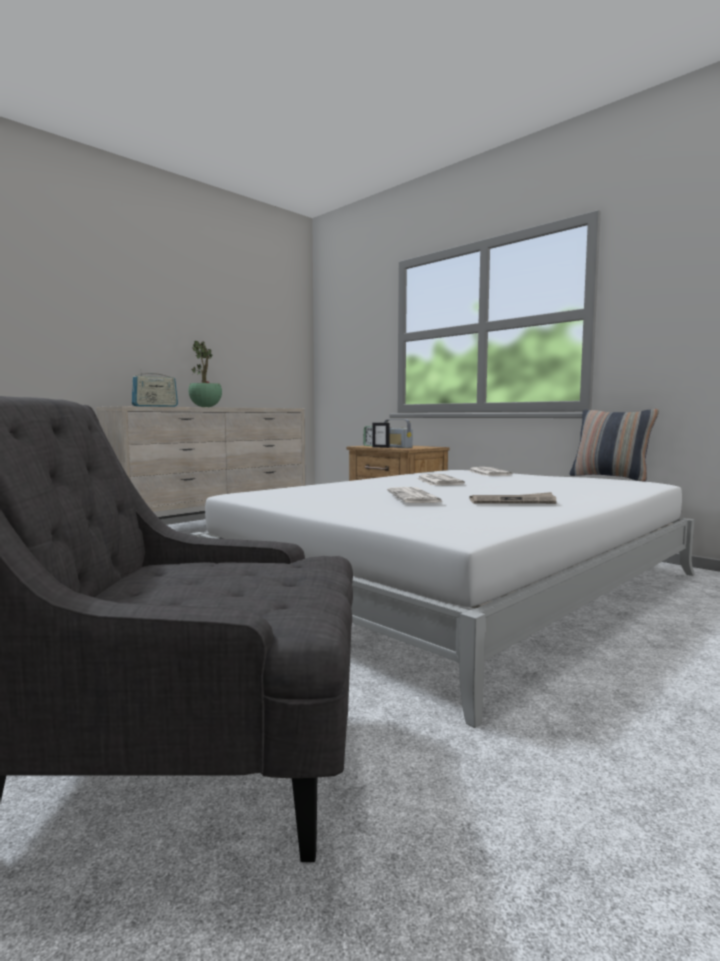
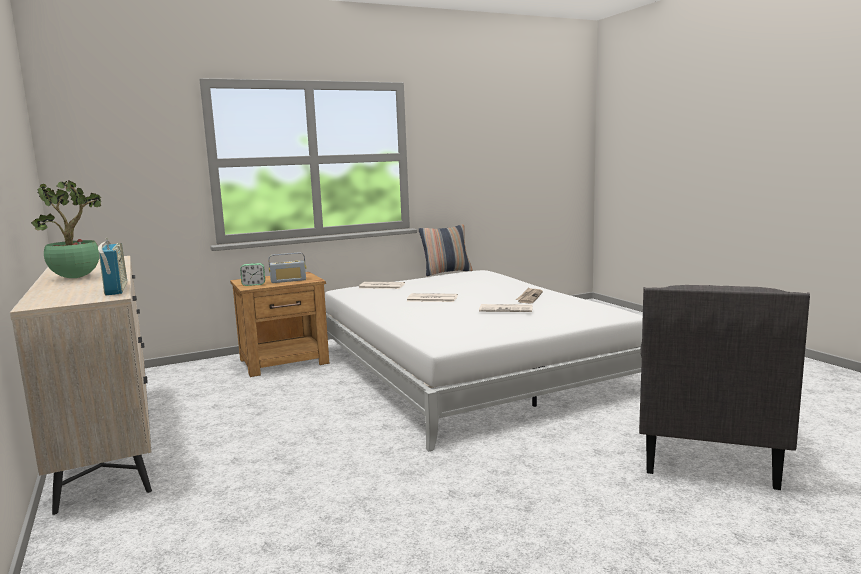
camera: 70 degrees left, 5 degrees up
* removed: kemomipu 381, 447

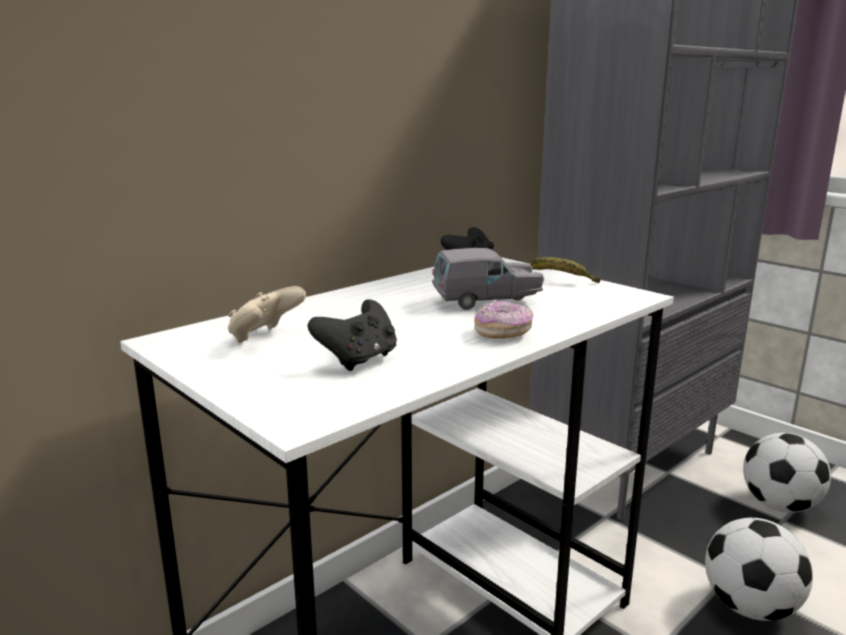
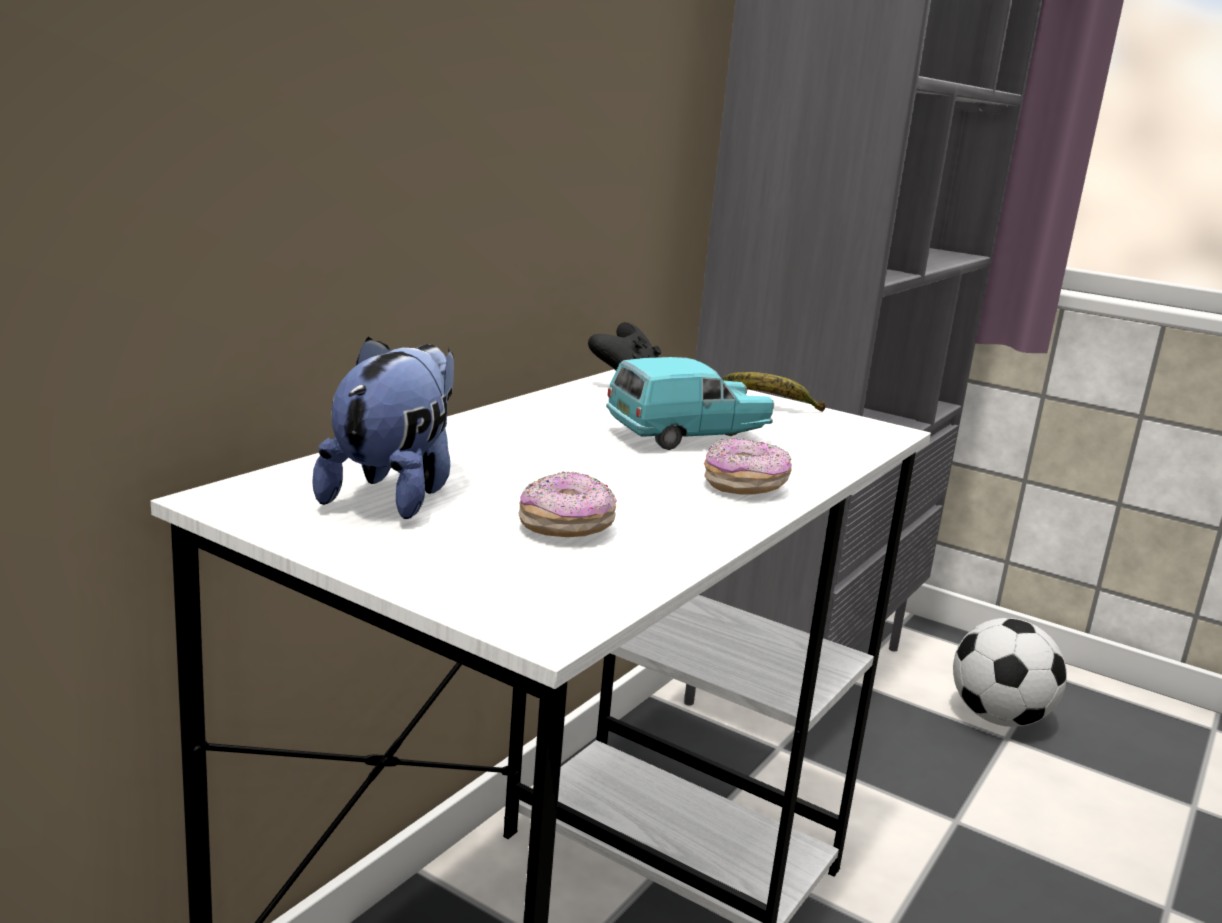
camera: 15 degrees left, 0 degrees up
* replaced: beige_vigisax 265, 337 to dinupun 395, 494
* replaced: black_vigisax 359, 360 to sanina 566, 528
* recoloured: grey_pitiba 486, 301 to turquoise_pitiba 687, 437
* removed: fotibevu 750, 607

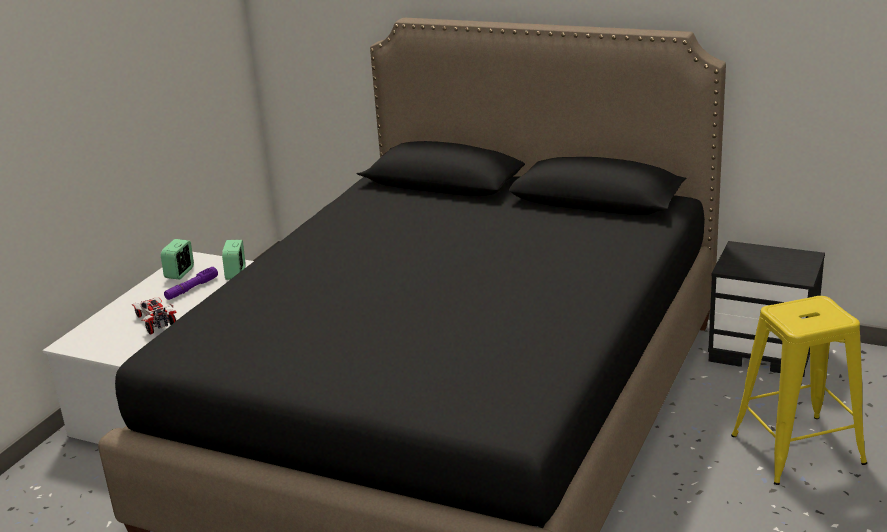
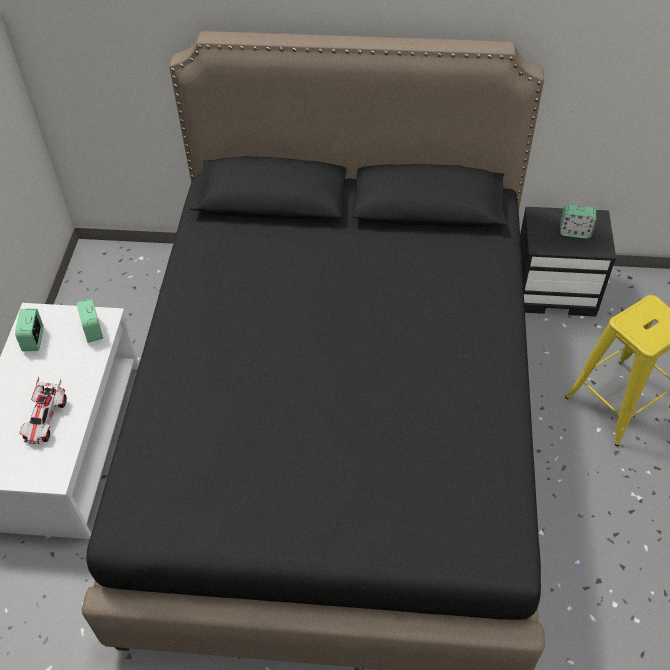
camera: 20 degrees left, 25 degrees up
* turned: pitiba 155, 322 = 46, 419 120 degrees counterclockwise
* added: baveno 575, 232
* removed: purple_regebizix 191, 289

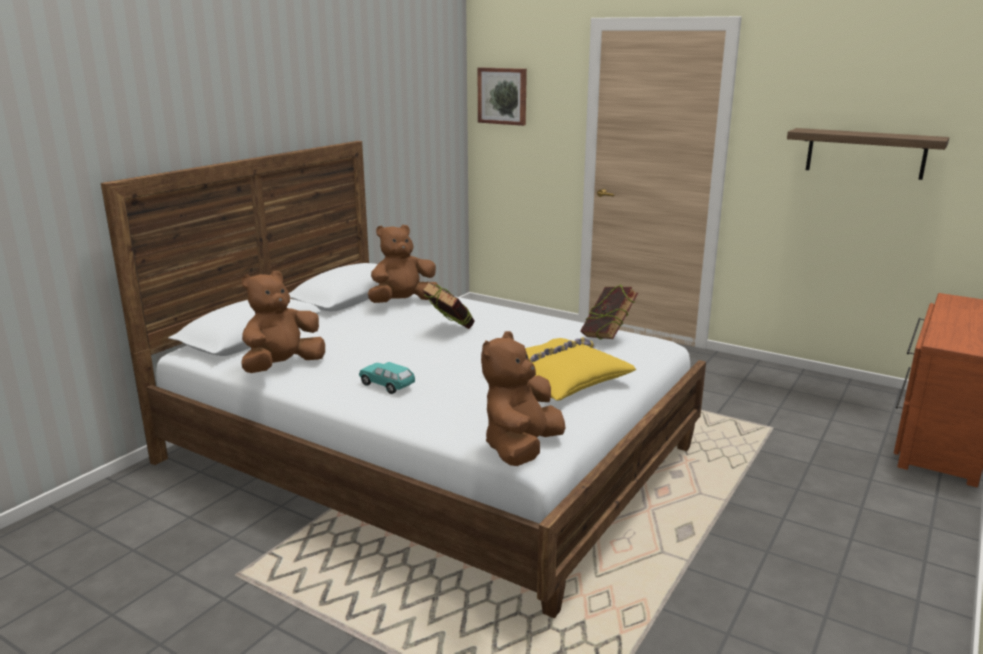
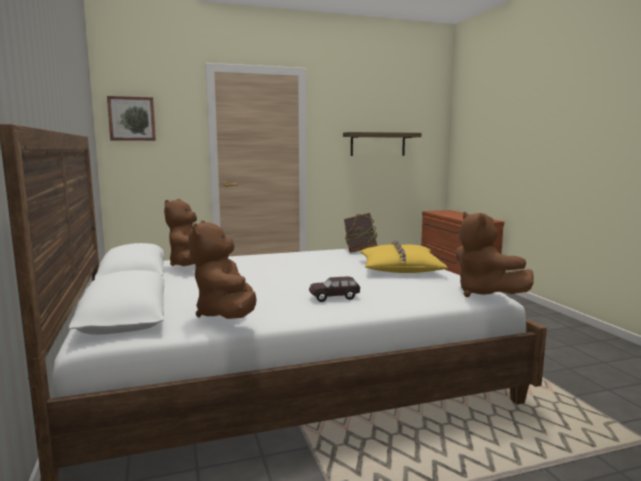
camera: 50 degrees left, 10 degrees down
* recoloured: turquoise_pitiba 387, 385 to brown_pitiba 334, 297
* removed: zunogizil 449, 330

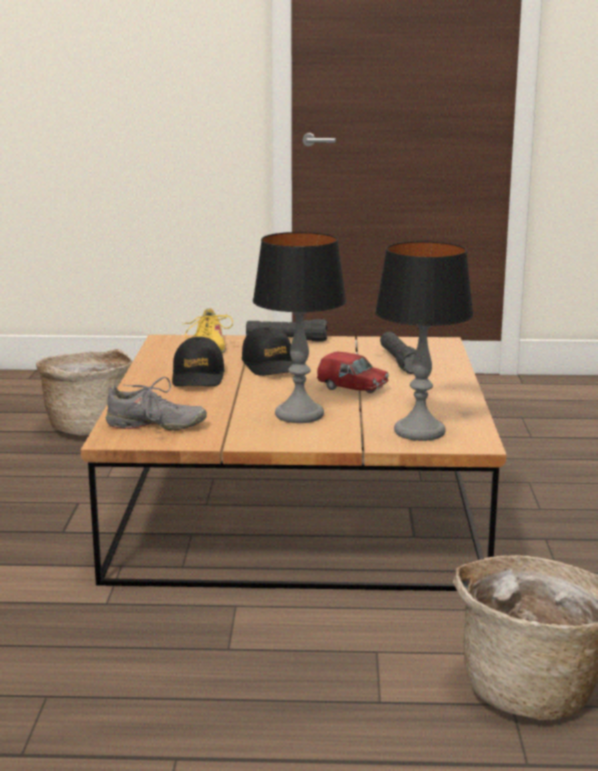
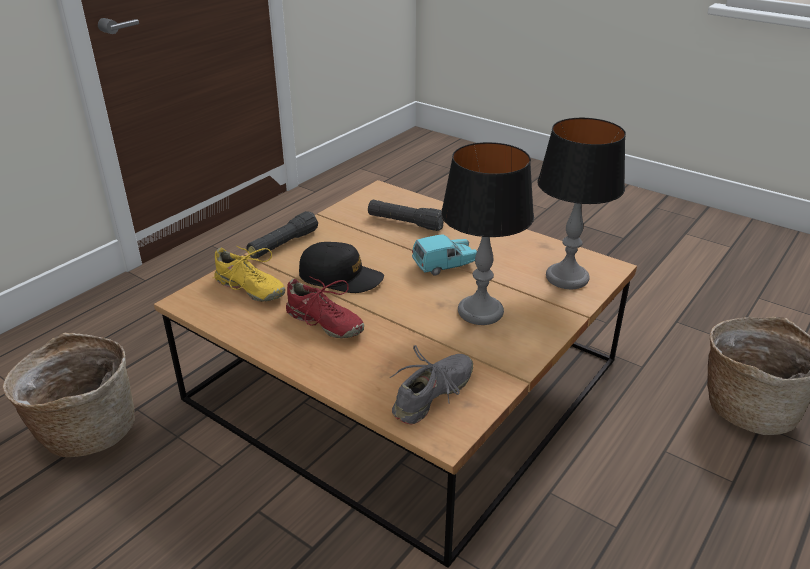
camera: 55 degrees left, 15 degrees up
* replaced: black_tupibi 198, 377 to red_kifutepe 324, 323
* recoloured: red_pitiba 352, 389 to turquoise_pitiba 444, 265

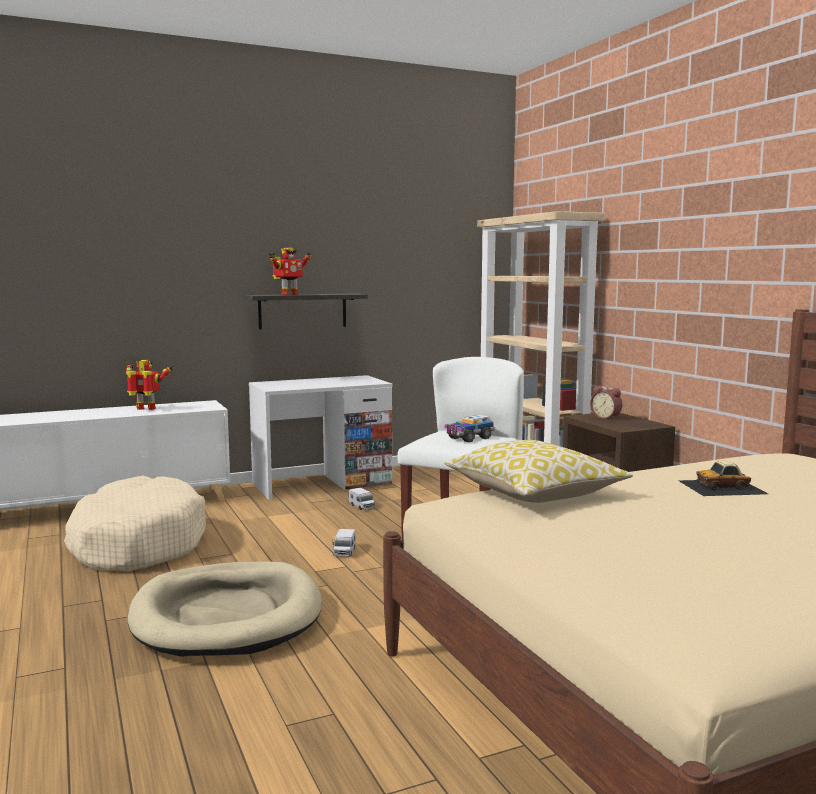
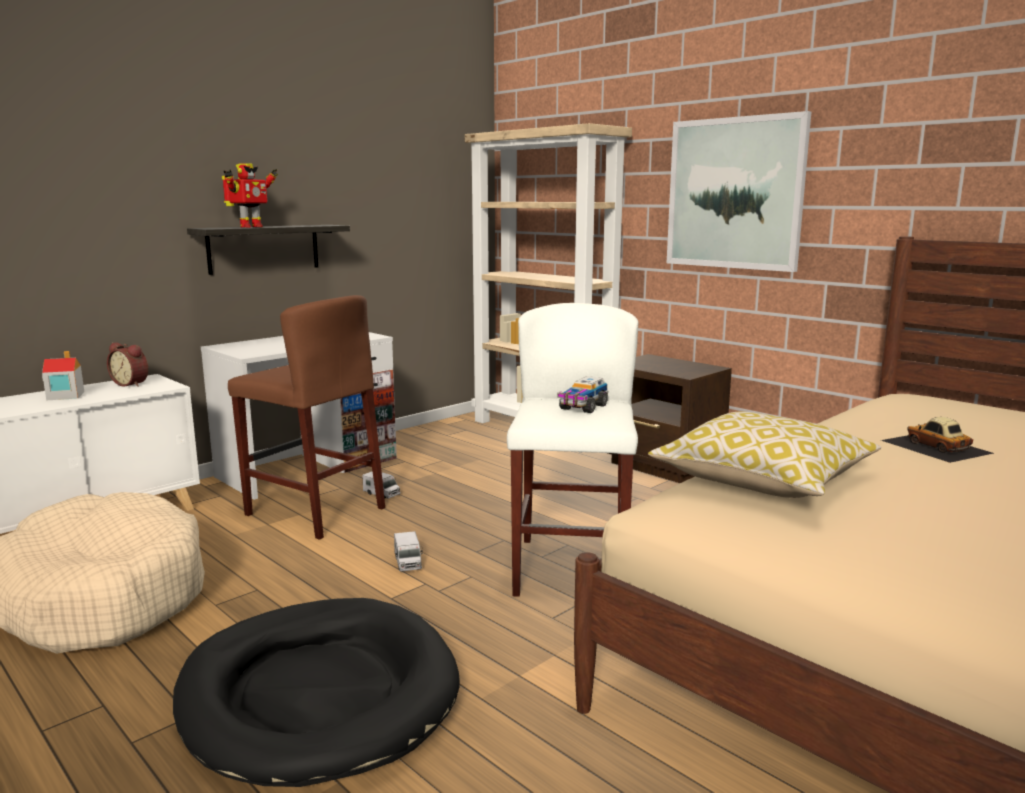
camera: 20 degrees left, 5 degrees up
* replaced: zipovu 146, 409 to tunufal 65, 396
* moved: baveno 606, 418 to 132, 384
* recoloured: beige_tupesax 227, 616 to black_tupesax 319, 694
* added: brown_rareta 315, 511
* added: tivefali 734, 193
* turned: pitiba 722, 487 = 936, 446 90 degrees clockwise

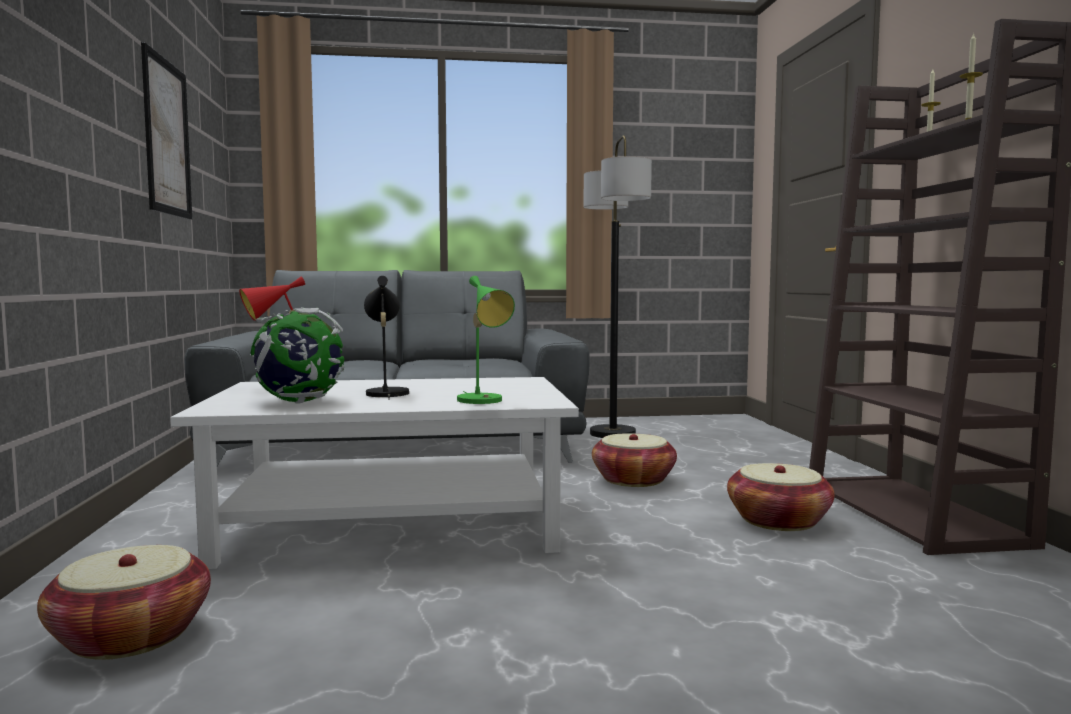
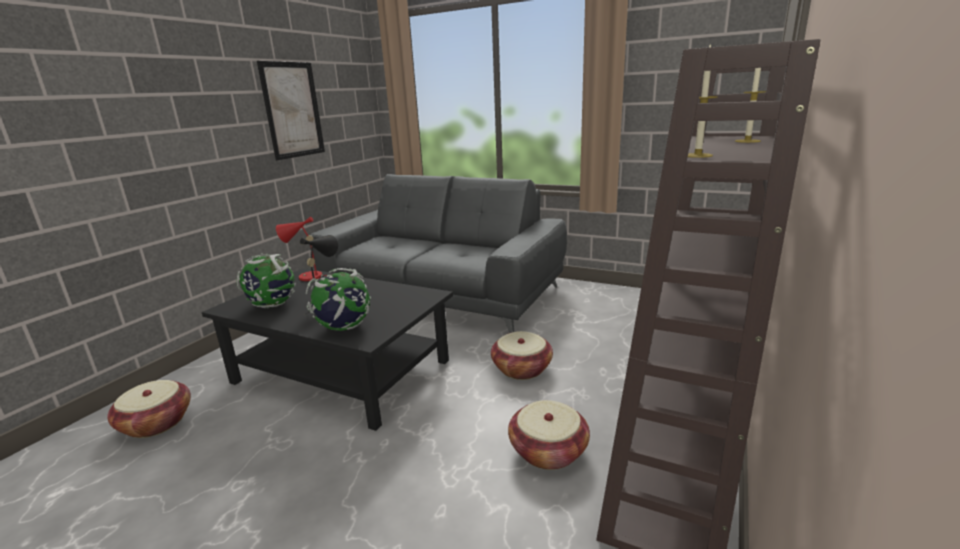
camera: 35 degrees right, 15 degrees up
* recoloured: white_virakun 392, 522 to black_virakun 342, 371
* replaced: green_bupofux 483, 401 to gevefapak 344, 328
* removed: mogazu 612, 434

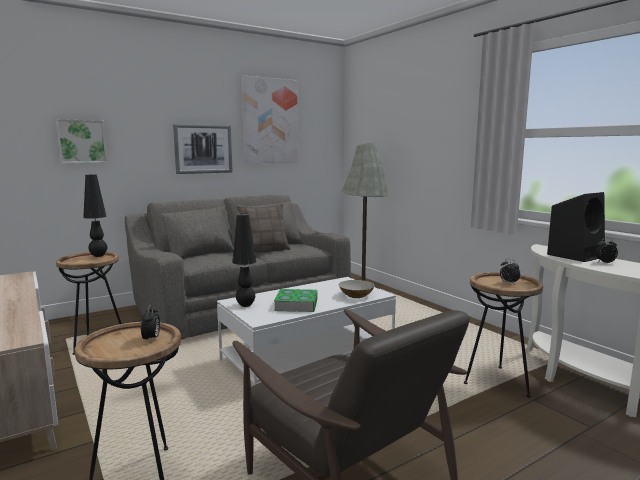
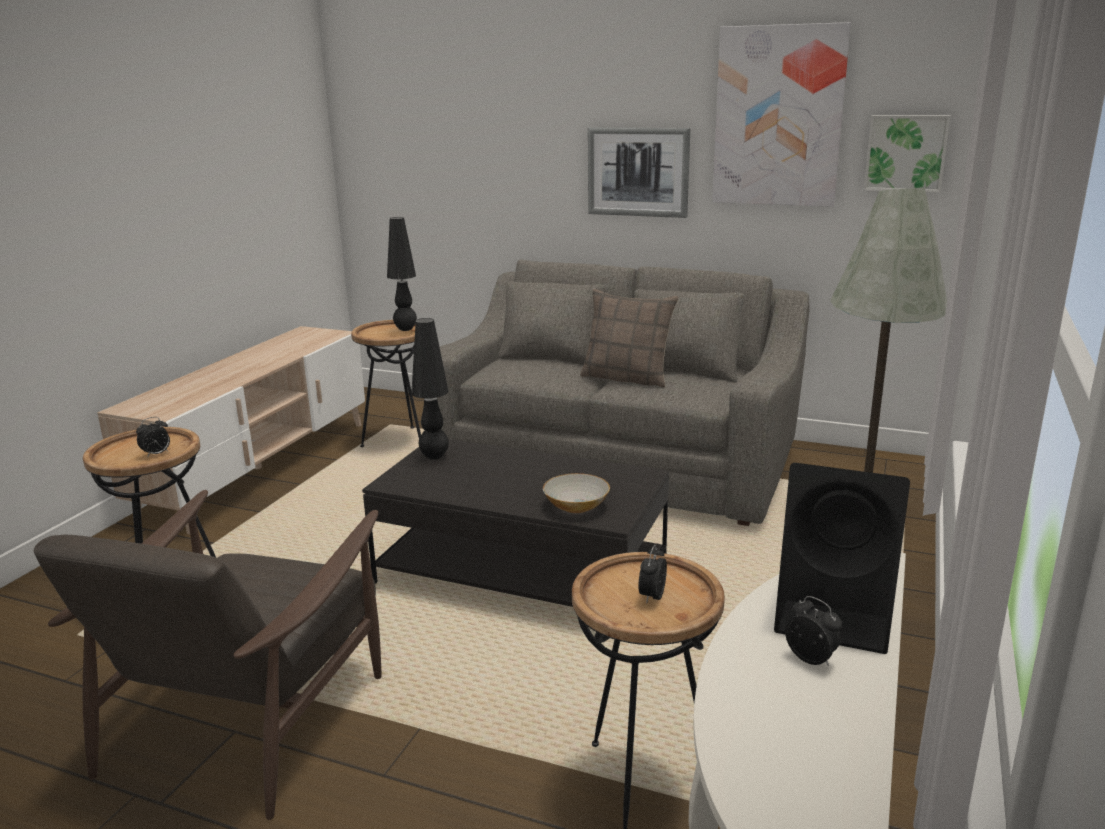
camera: 55 degrees right, 10 degrees up
* recoloured: white_virakun 308, 356 to black_virakun 522, 573
* moved: tivefali 82, 141 to 906, 153
* removed: zunogizil 296, 304

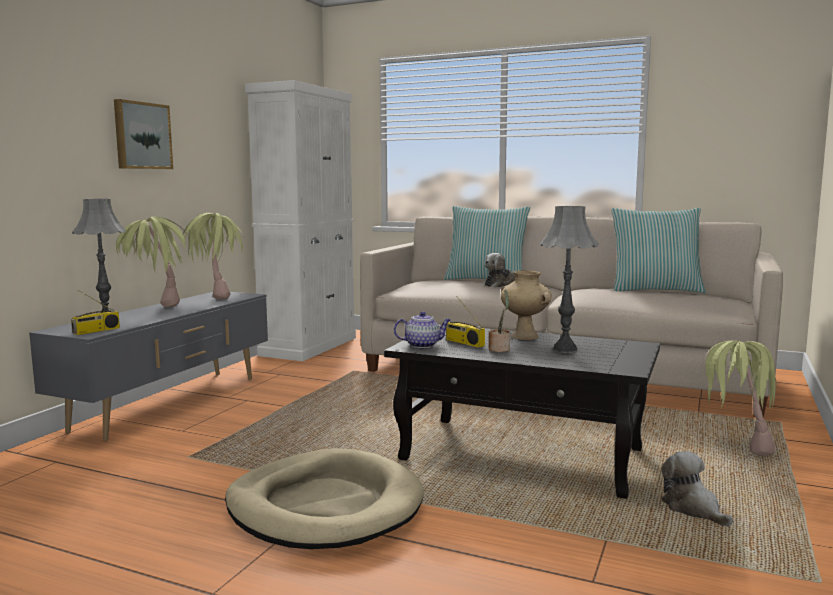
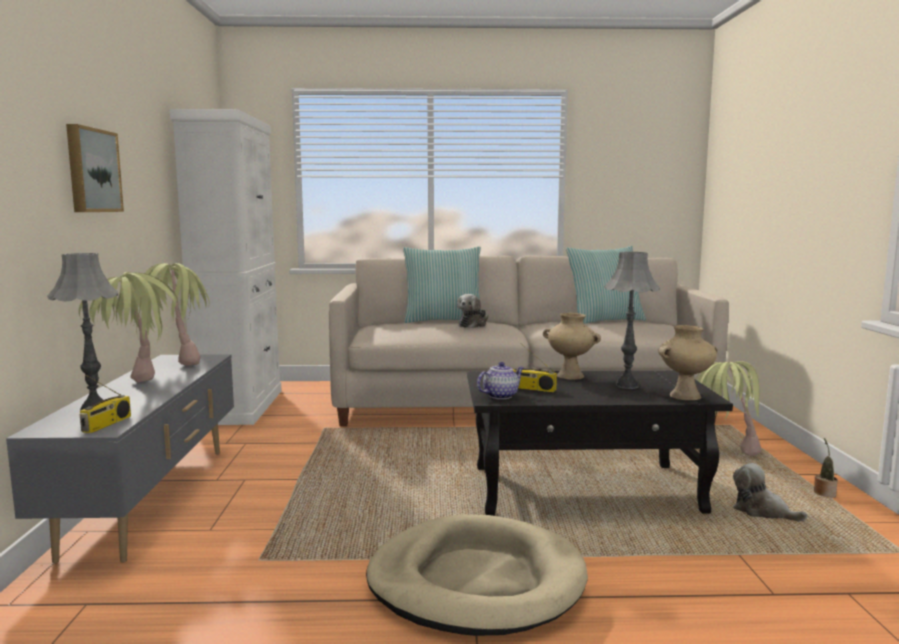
camera: 25 degrees left, 0 degrees up
* added: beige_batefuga 685, 396
* moved: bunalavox 500, 349 to 824, 493

